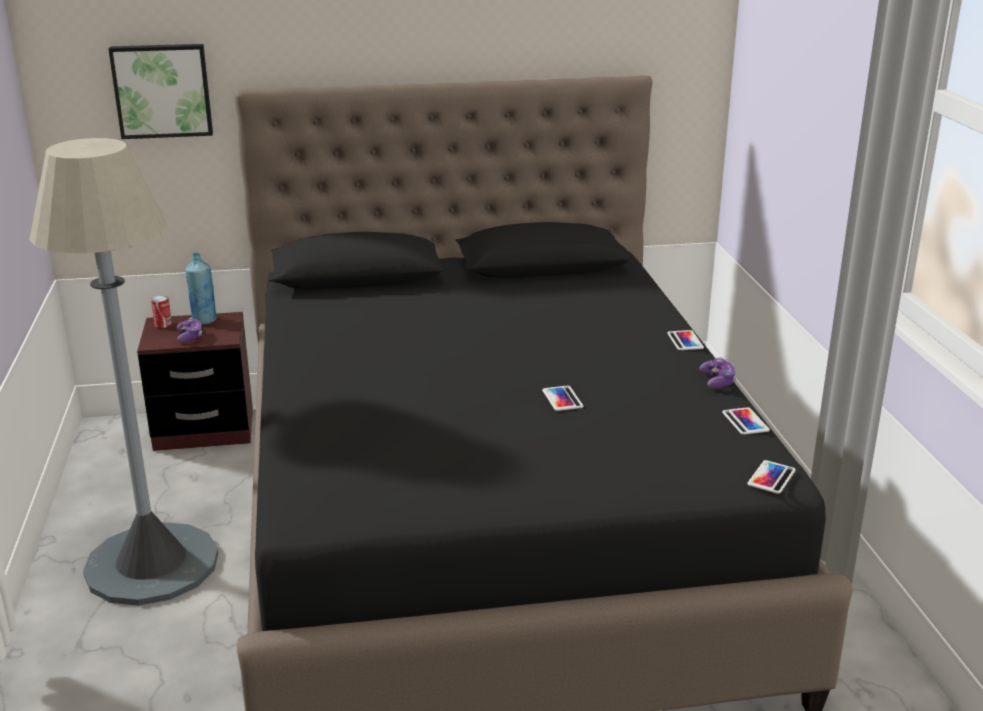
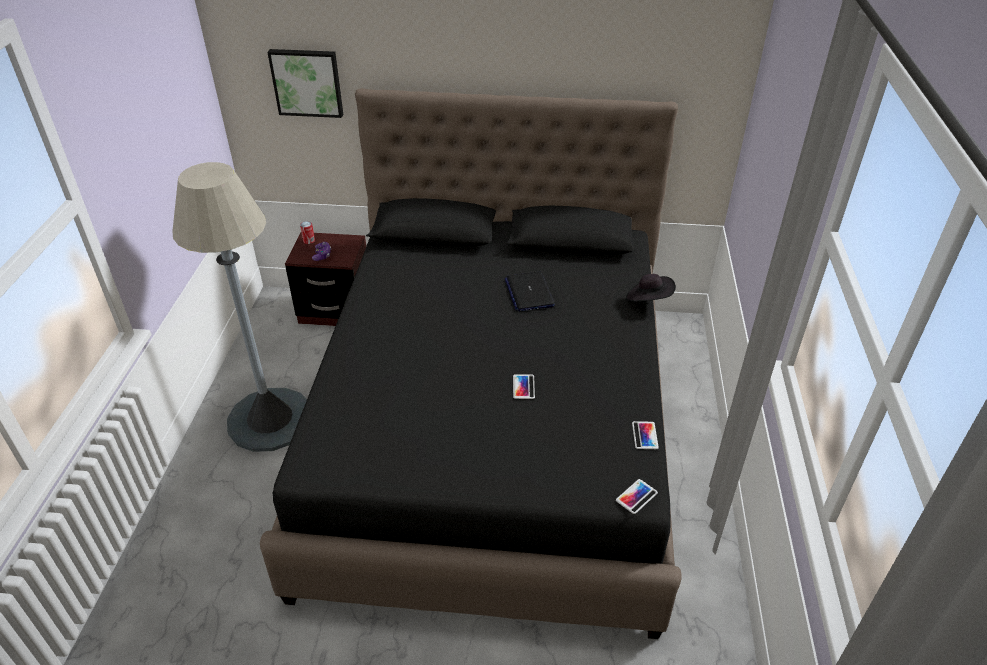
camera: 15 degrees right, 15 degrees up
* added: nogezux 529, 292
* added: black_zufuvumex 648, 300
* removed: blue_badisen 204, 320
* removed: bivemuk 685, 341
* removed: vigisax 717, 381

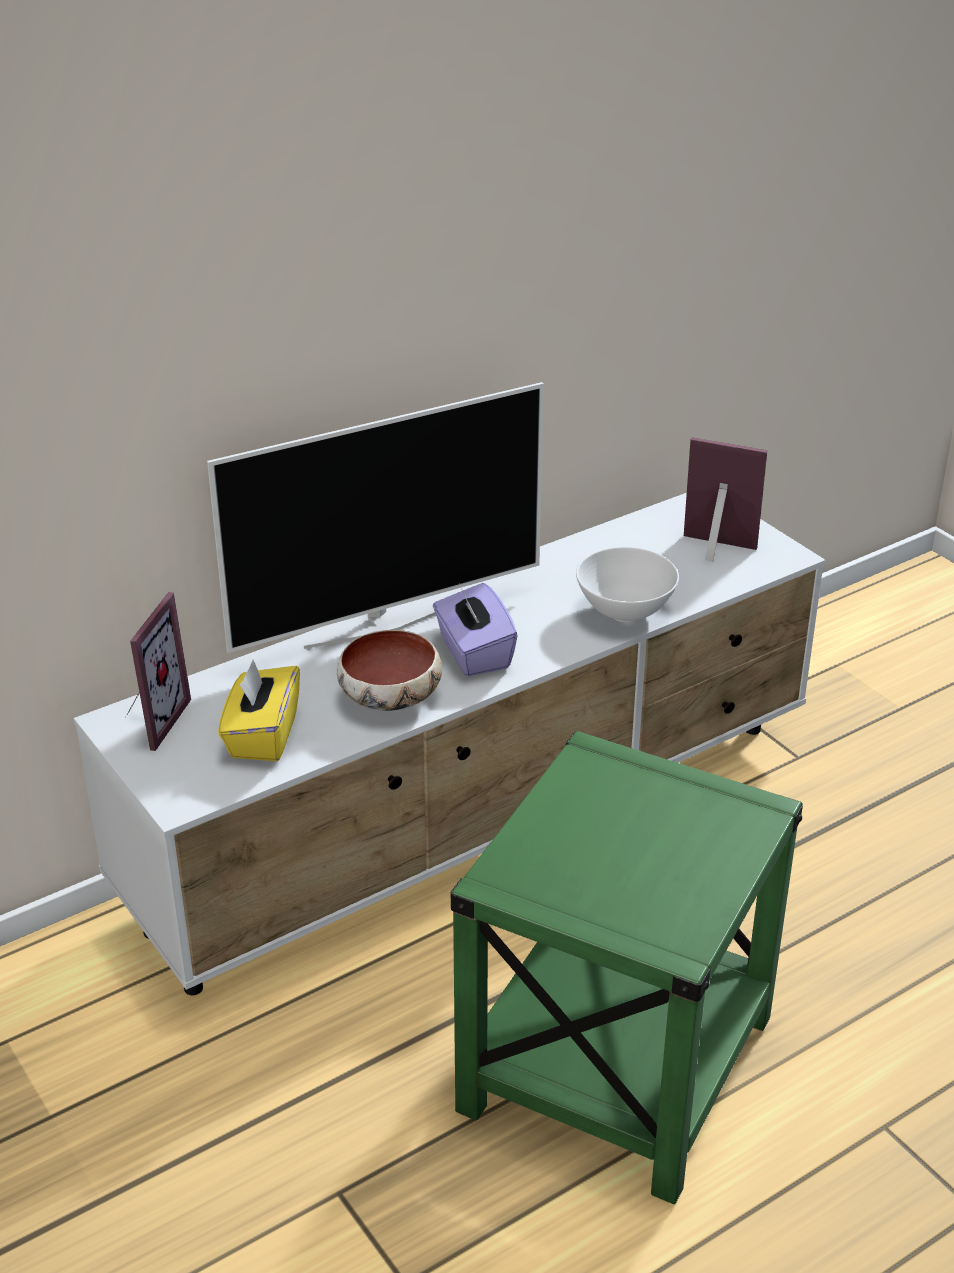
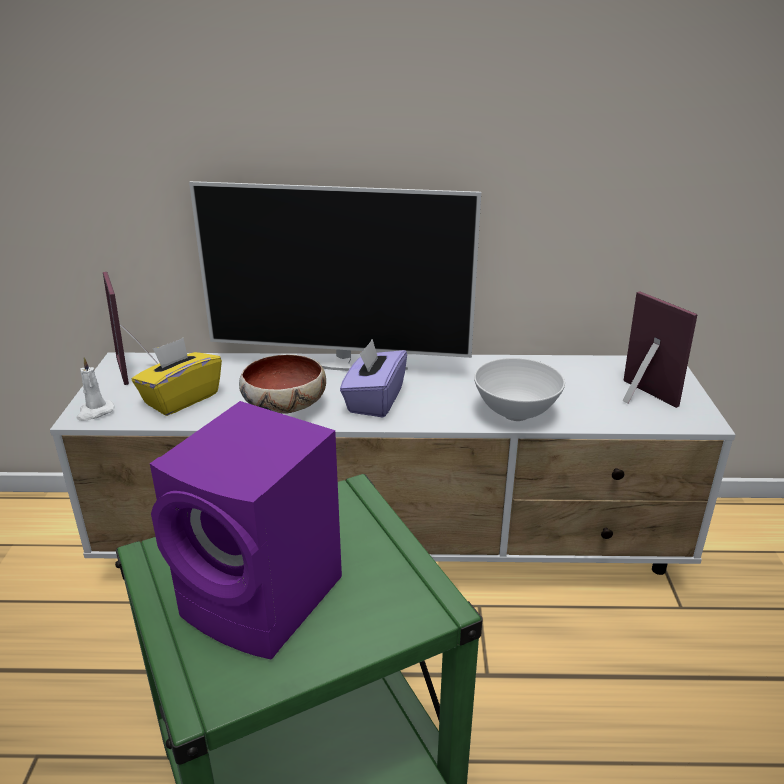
camera: 35 degrees right, 5 degrees down
* added: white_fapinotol 95, 412
* turned: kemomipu 150, 720 = 139, 367 105 degrees clockwise
* added: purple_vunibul 266, 600

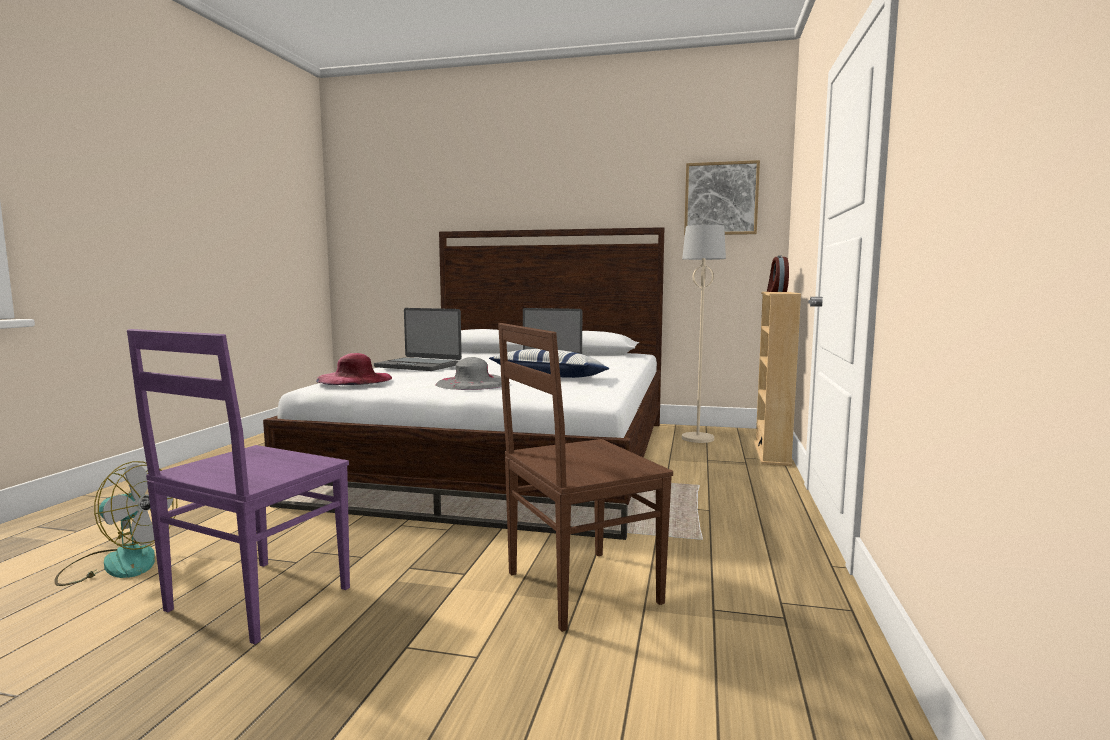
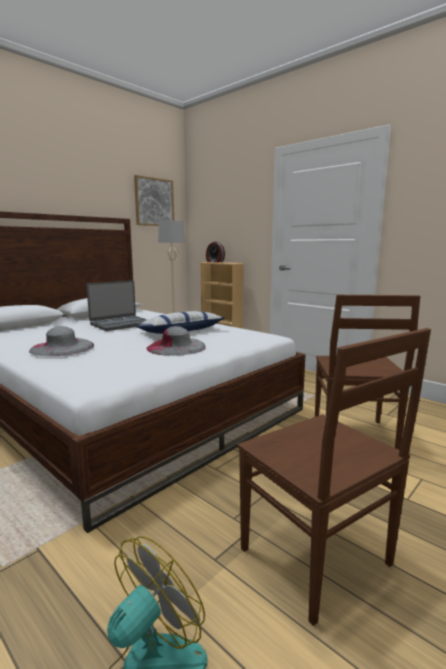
camera: 60 degrees left, 5 degrees up
* replaced: nogezux 419, 366 to grey_zufuvumex 62, 347
* recoloured: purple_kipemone 255, 601 to brown_kipemone 318, 559
* removed: pink_zufuvumex 355, 379

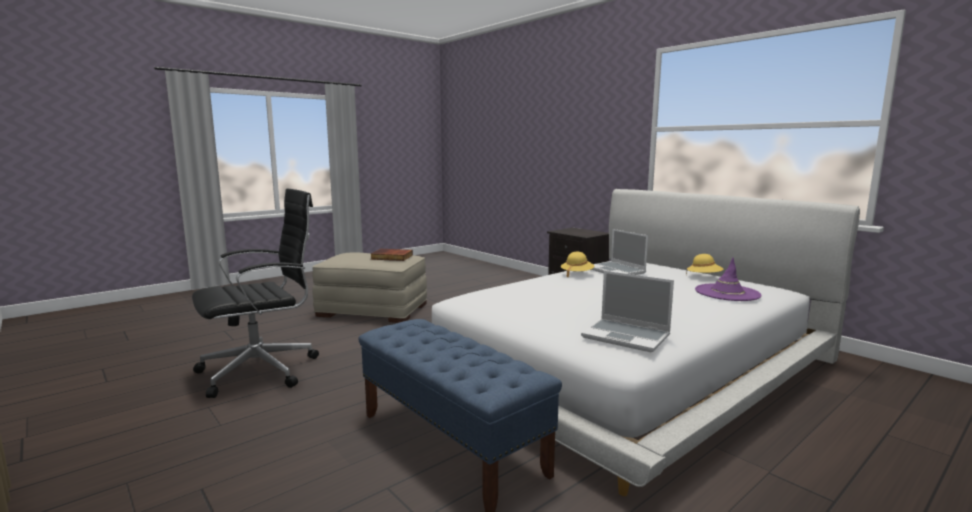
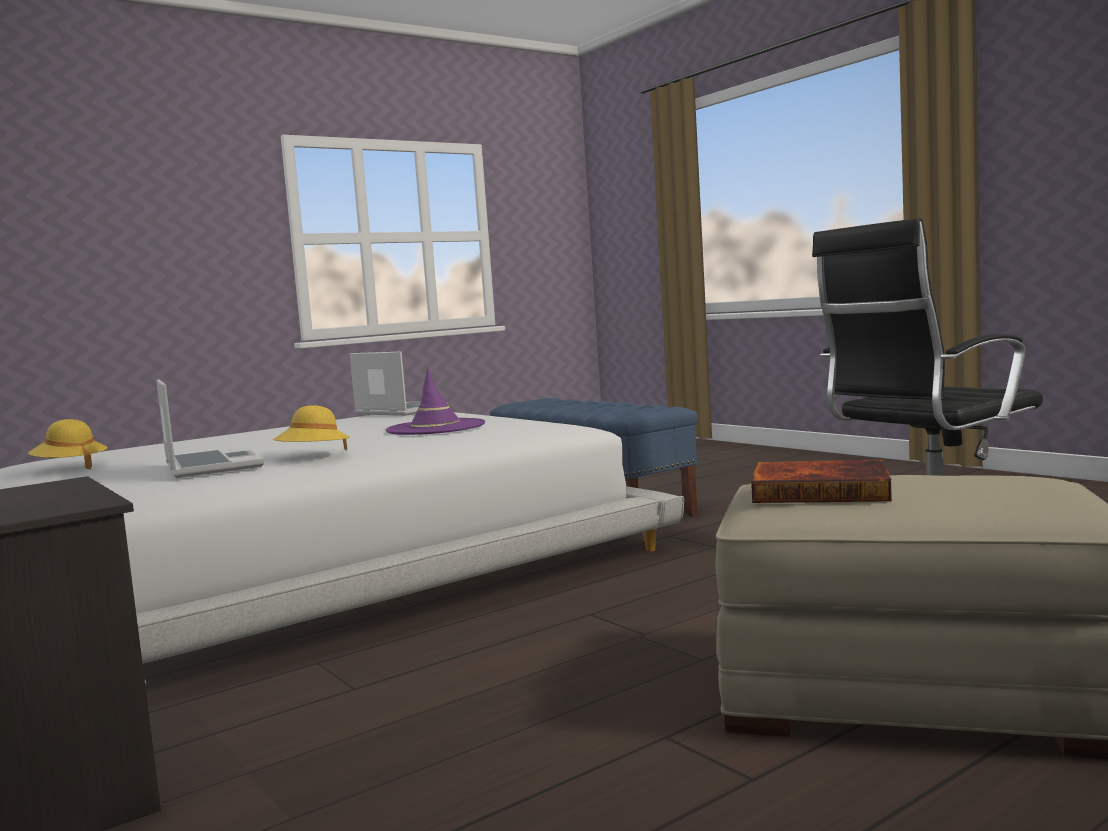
camera: 175 degrees left, 5 degrees down
* moved: purple_zufuvumex 727, 293 to 435, 428

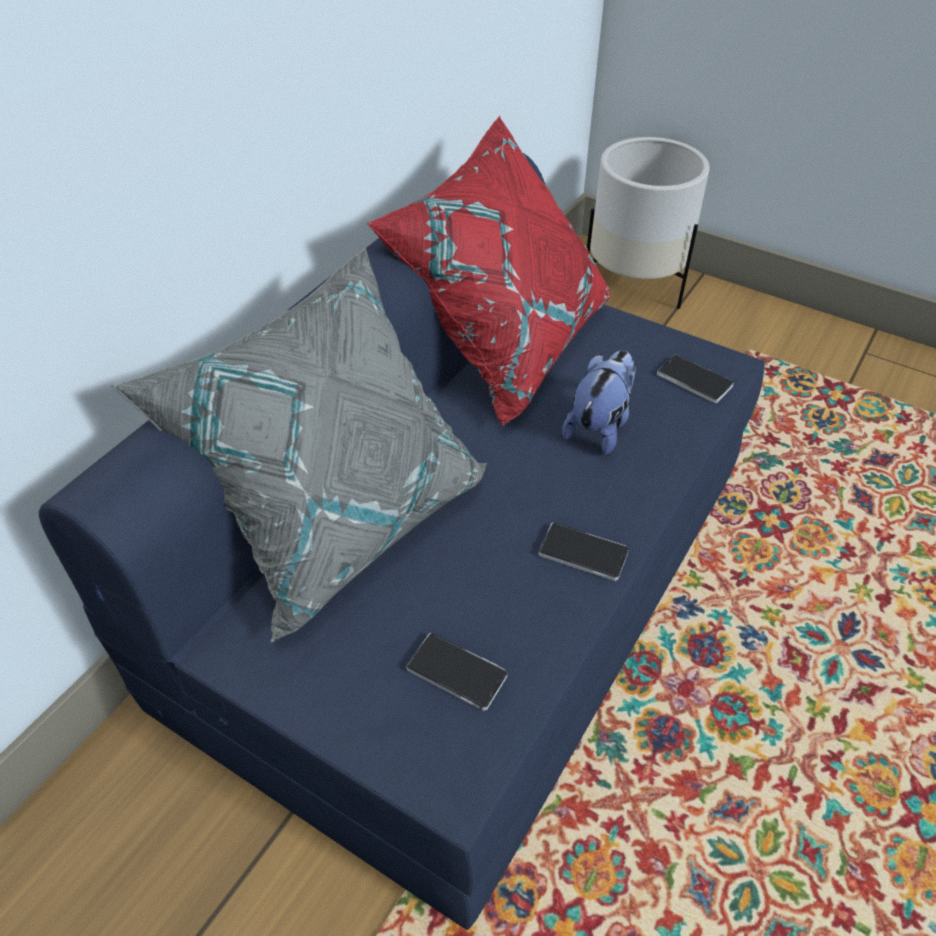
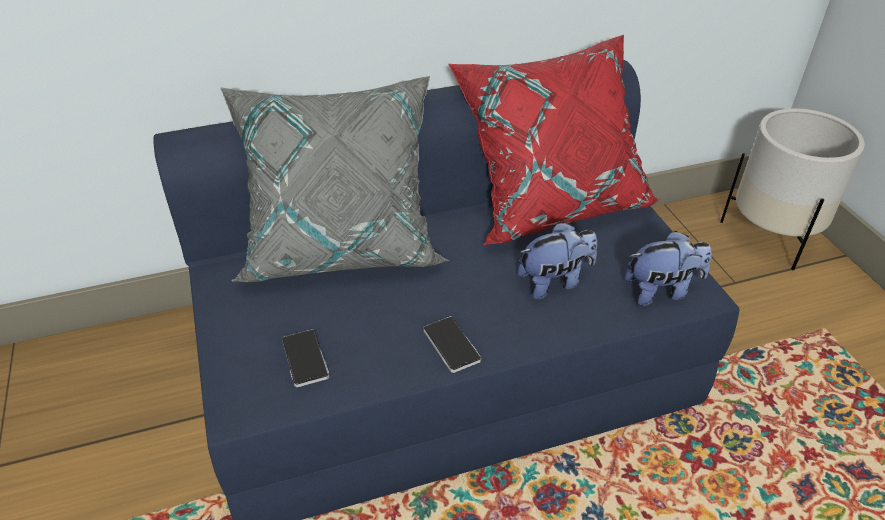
camera: 40 degrees right, 5 degrees down
* replaced: bivemuk 694, 380 to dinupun 662, 291

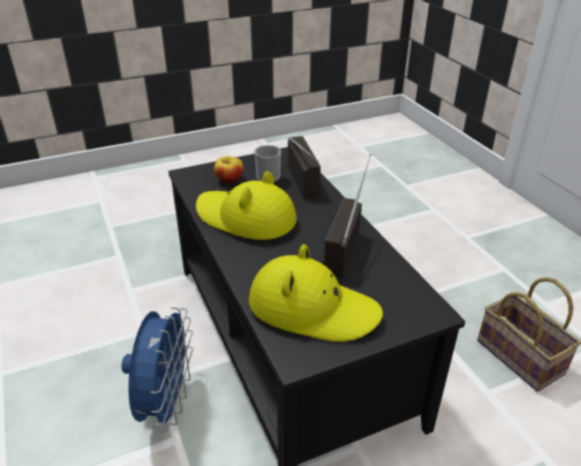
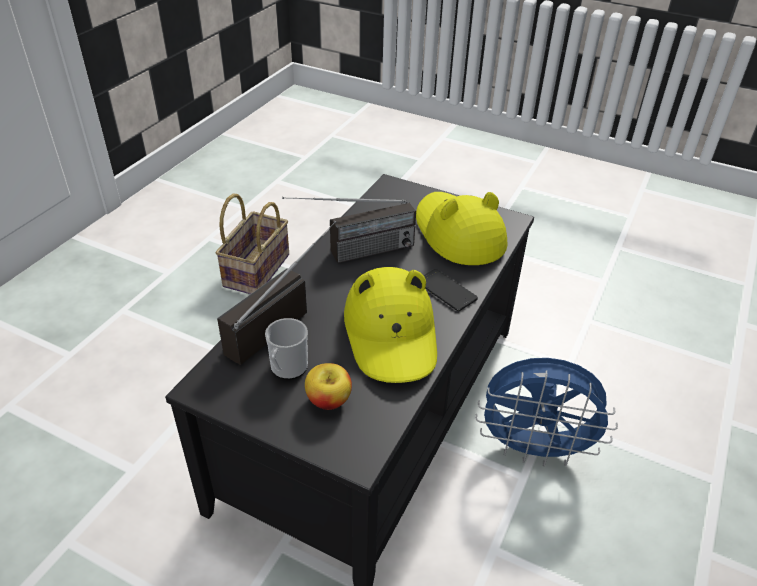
camera: 130 degrees left, 5 degrees up
* added: bivemuk 446, 290
* turned: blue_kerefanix 166, 404 = 534, 449 135 degrees counterclockwise

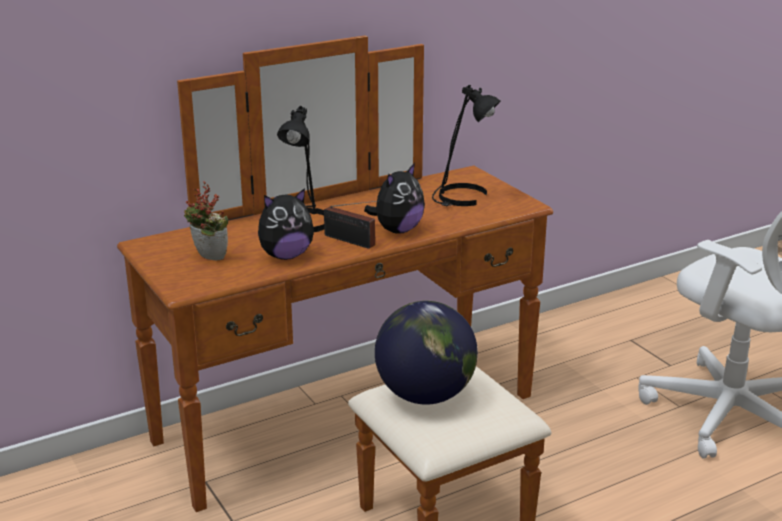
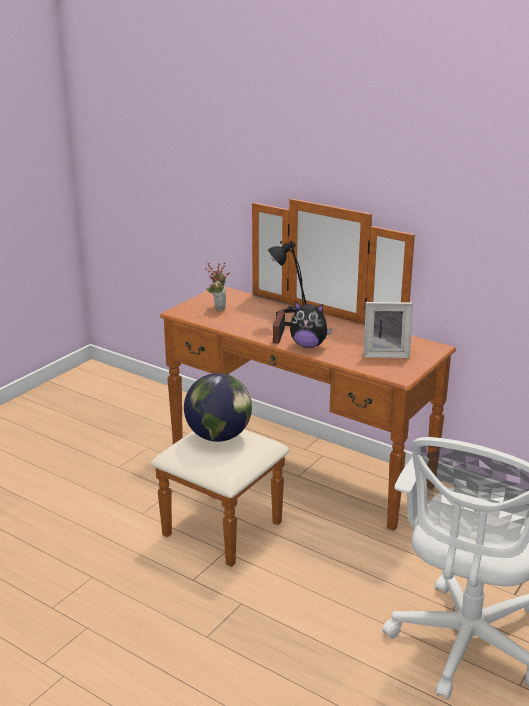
camera: 65 degrees right, 0 degrees up
* replaced: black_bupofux 462, 198 to kemomipu 385, 353
* removed: dinupun 286, 255

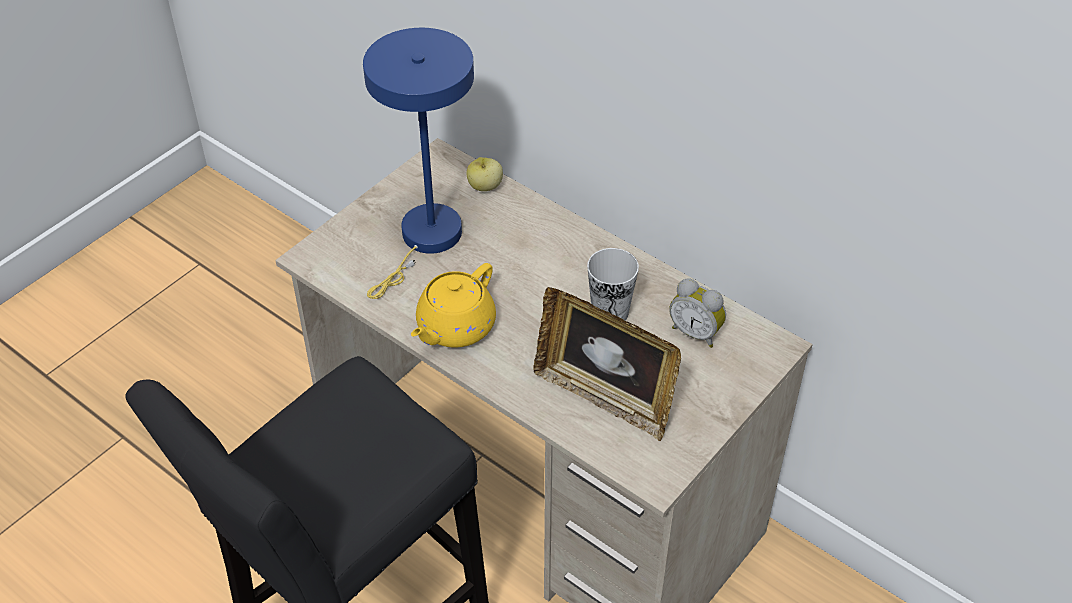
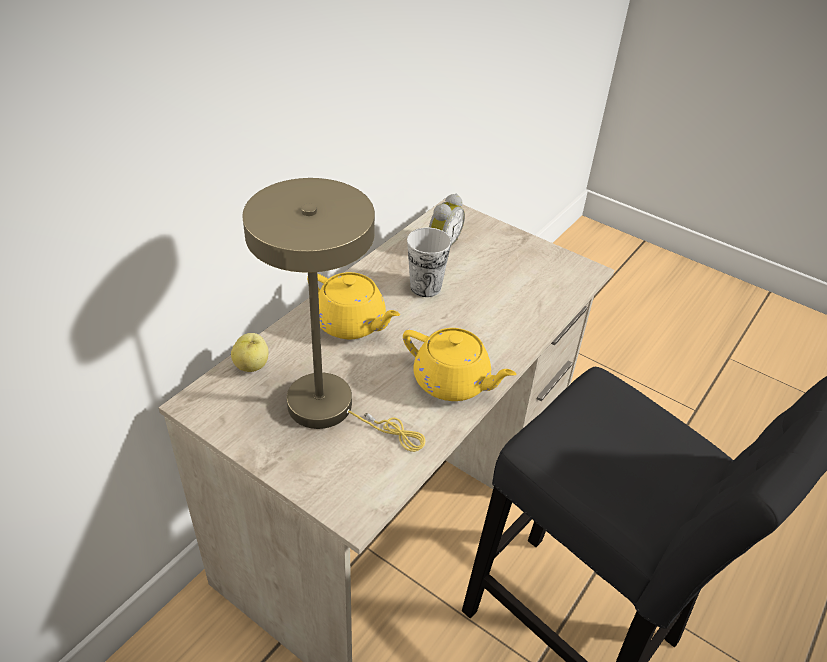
camera: 95 degrees left, 5 degrees down
* recoloured: blue_bupofux 426, 240 to beige_bupofux 331, 408
* added: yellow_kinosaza 351, 324
* removed: kemomipu 604, 397

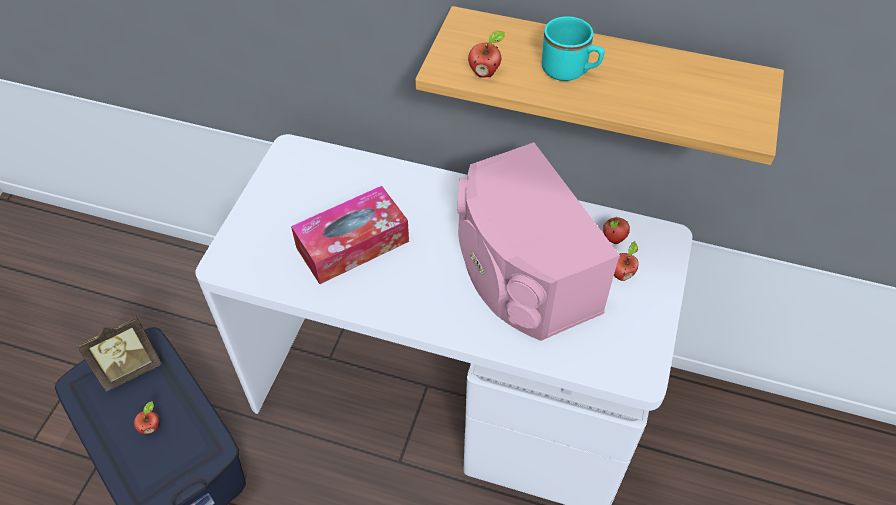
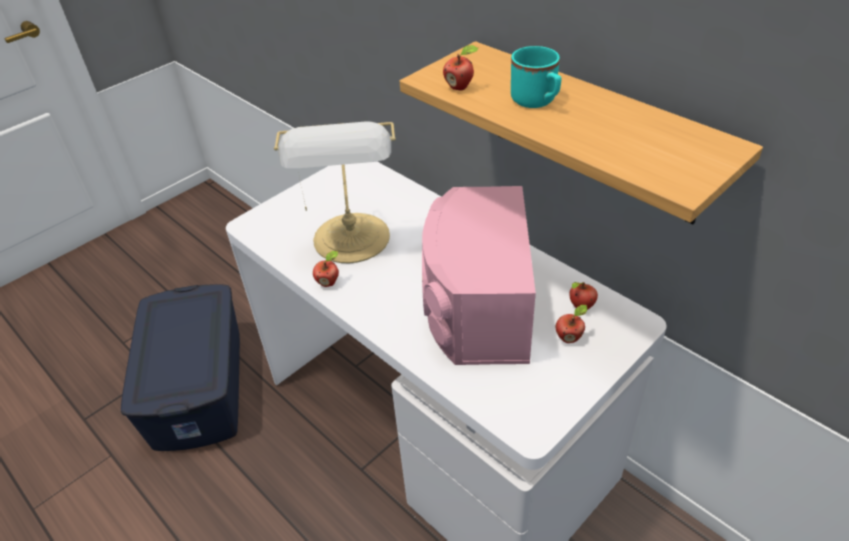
camera: 30 degrees right, 10 degrees down
* replaced: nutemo 352, 244 to bupofux 352, 240
* moved: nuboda 151, 426 to 329, 282
* removed: kemomipu 130, 369

